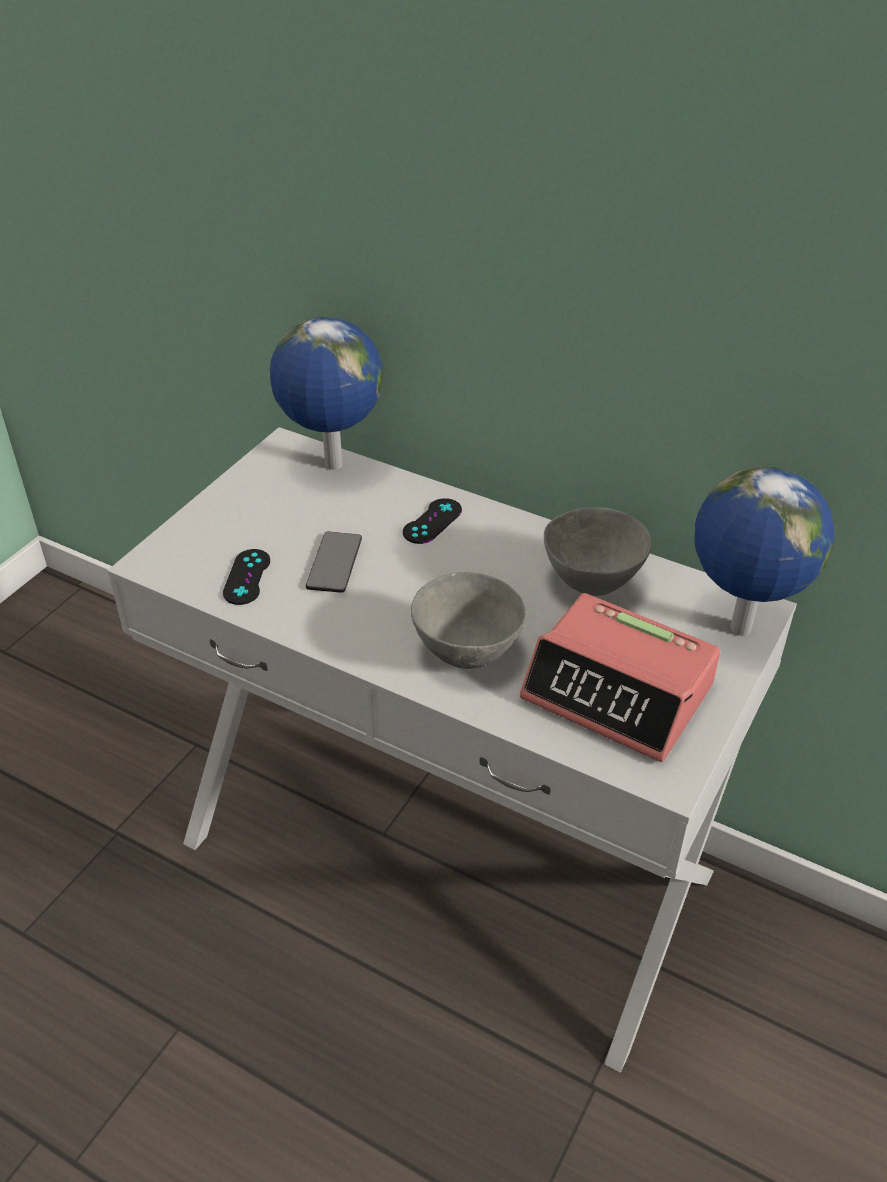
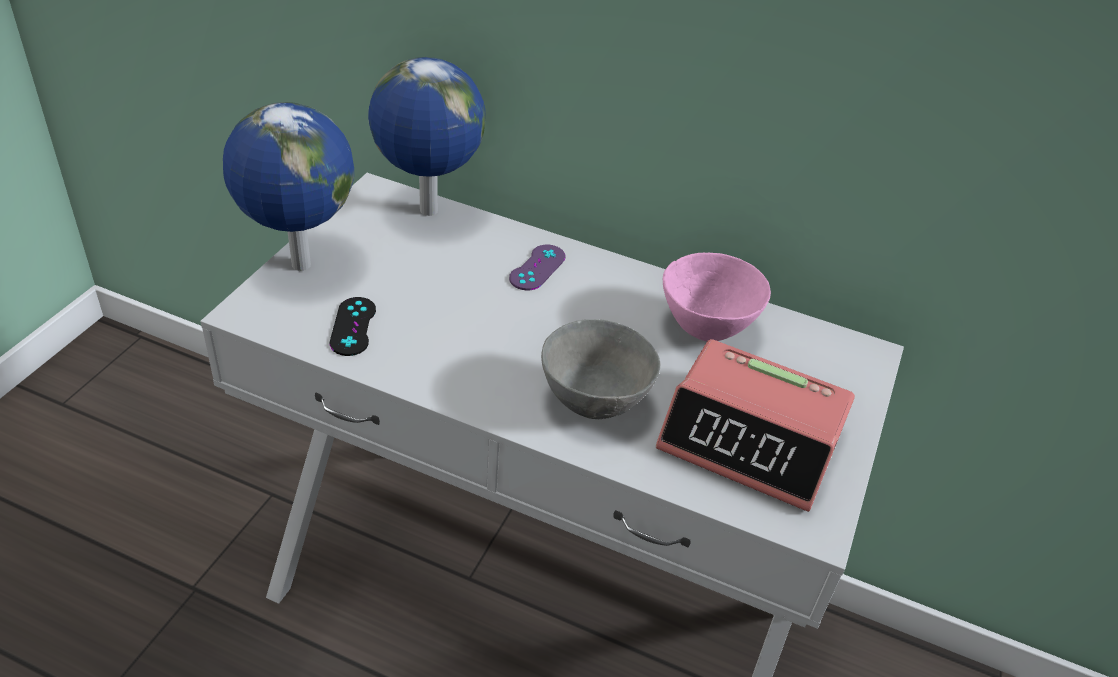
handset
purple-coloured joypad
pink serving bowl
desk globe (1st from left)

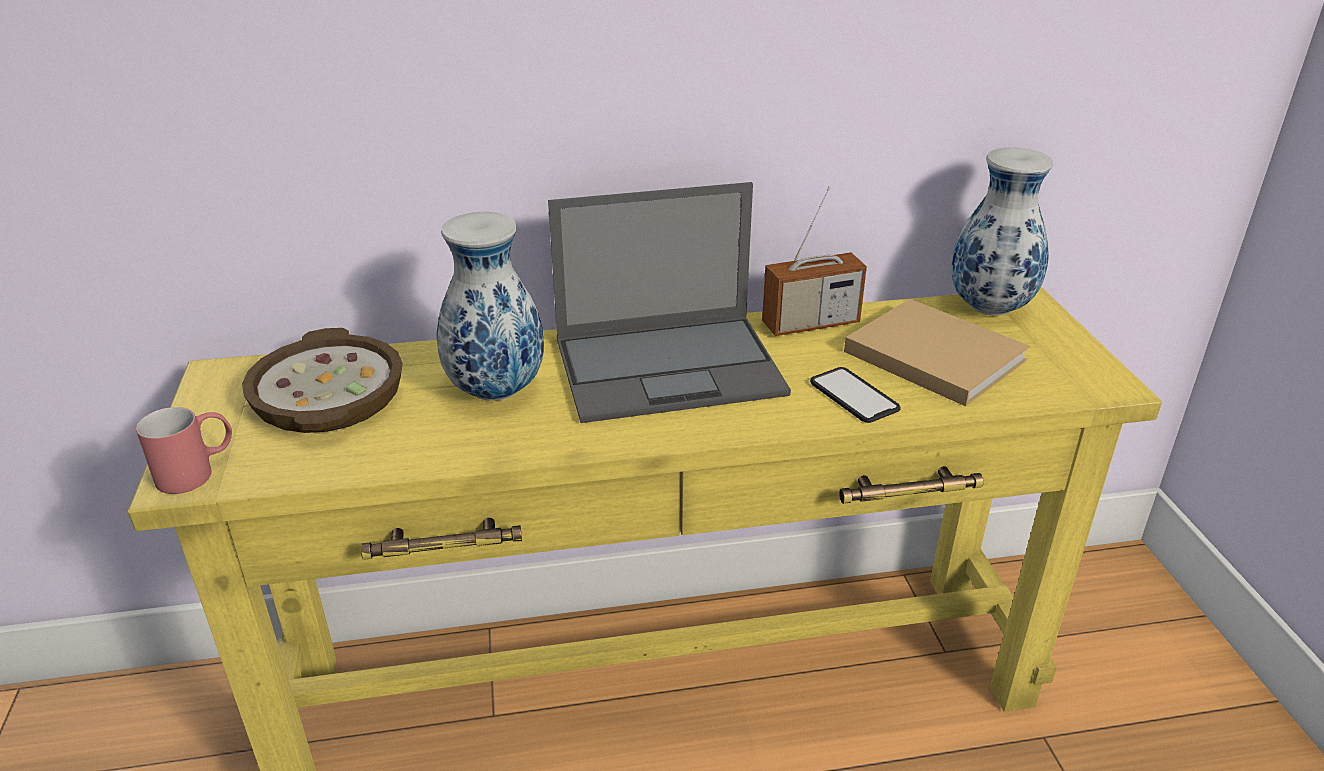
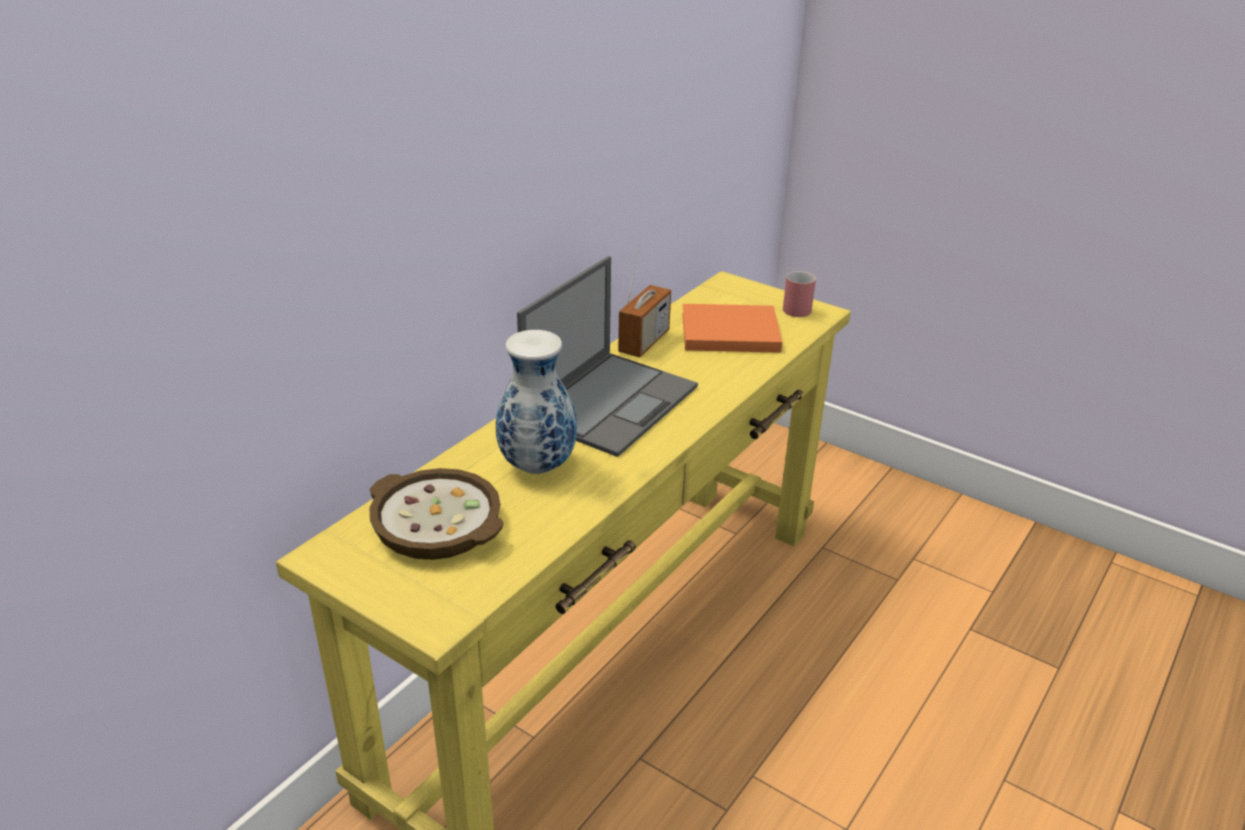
red coffee mug
handset
orange-coloured volume
decorative vase (2nd from left in the first image)

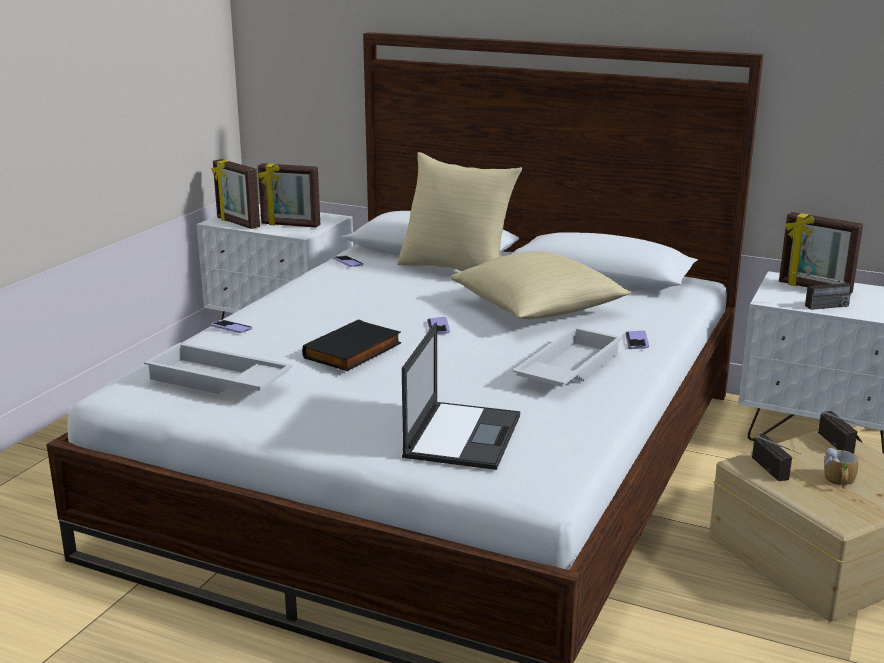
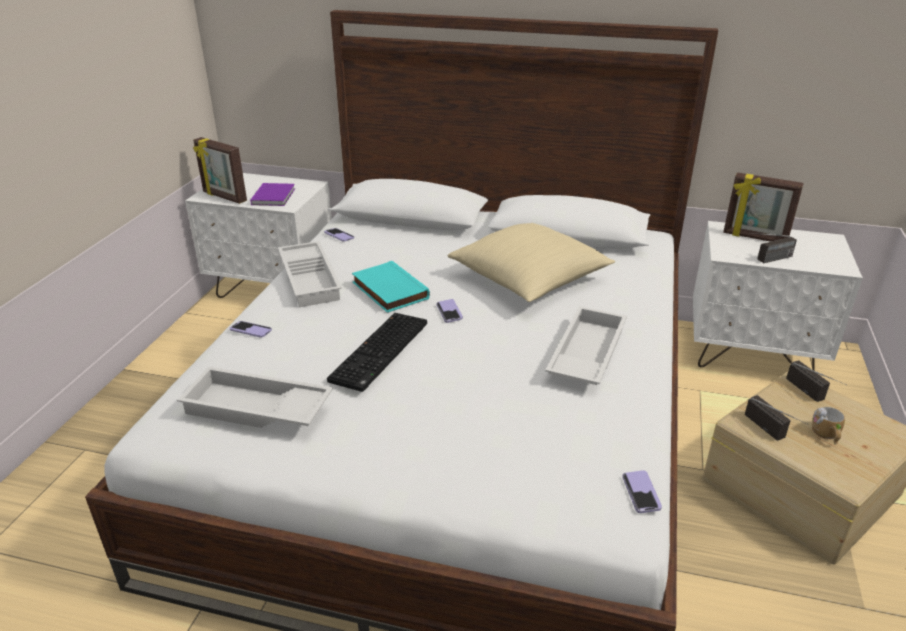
purple-coloured volume
keyboard
beige-coloured pillow (1st from left in the first image)
notebook computer
handset (4th from left)
white carrying tray (2nd from left)
turquoise volume

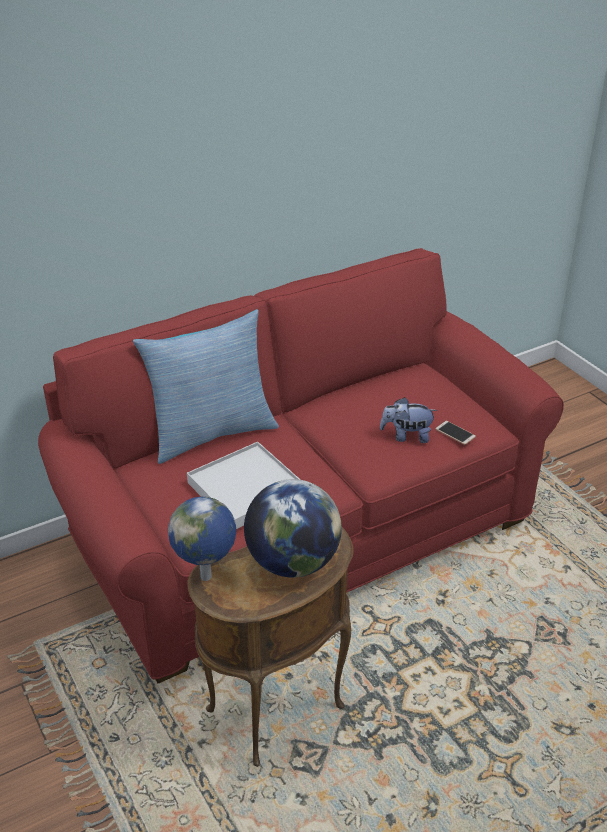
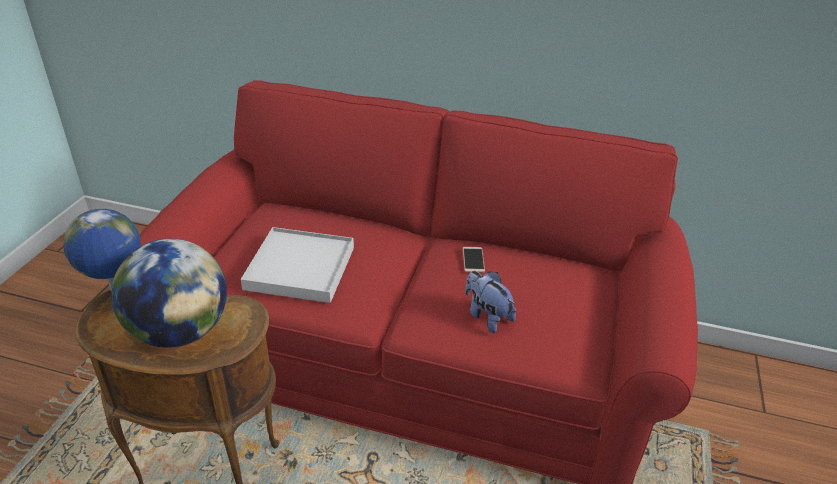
pillow
handset

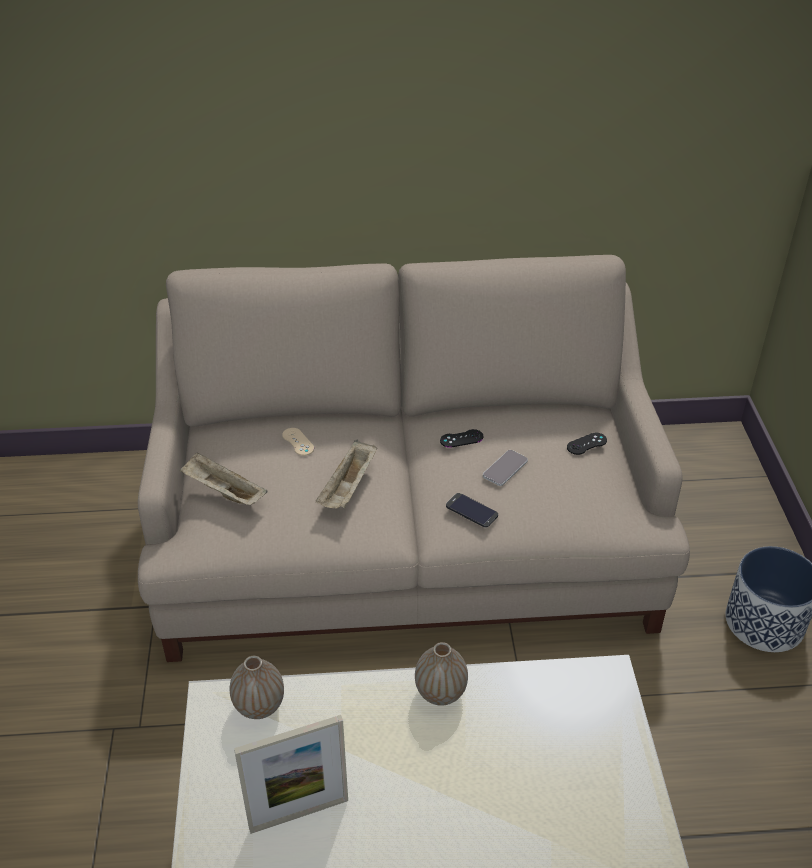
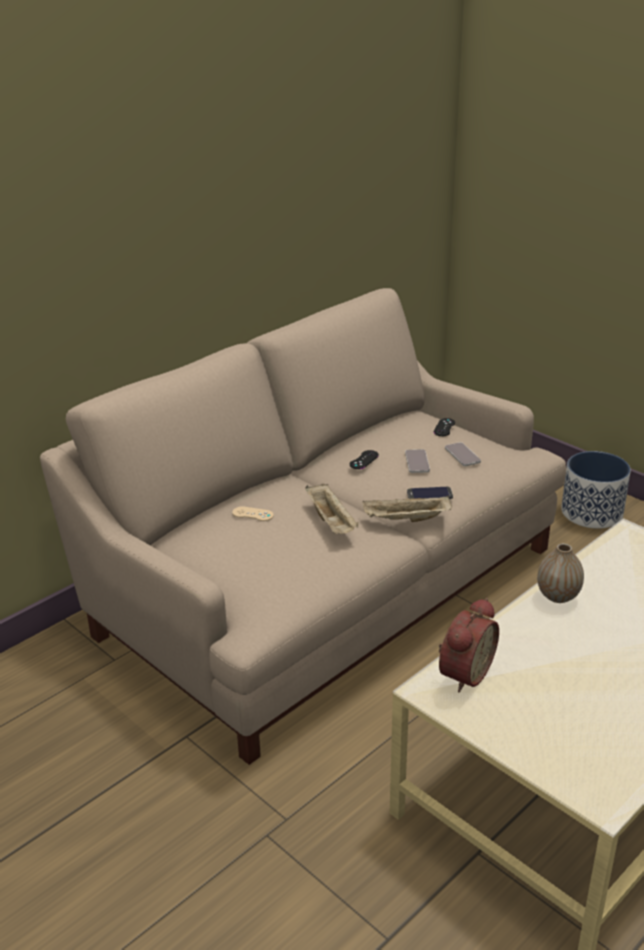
beige-coloured carrying tray (2nd from left)
table clock
standing frame
handset (3rd from left)

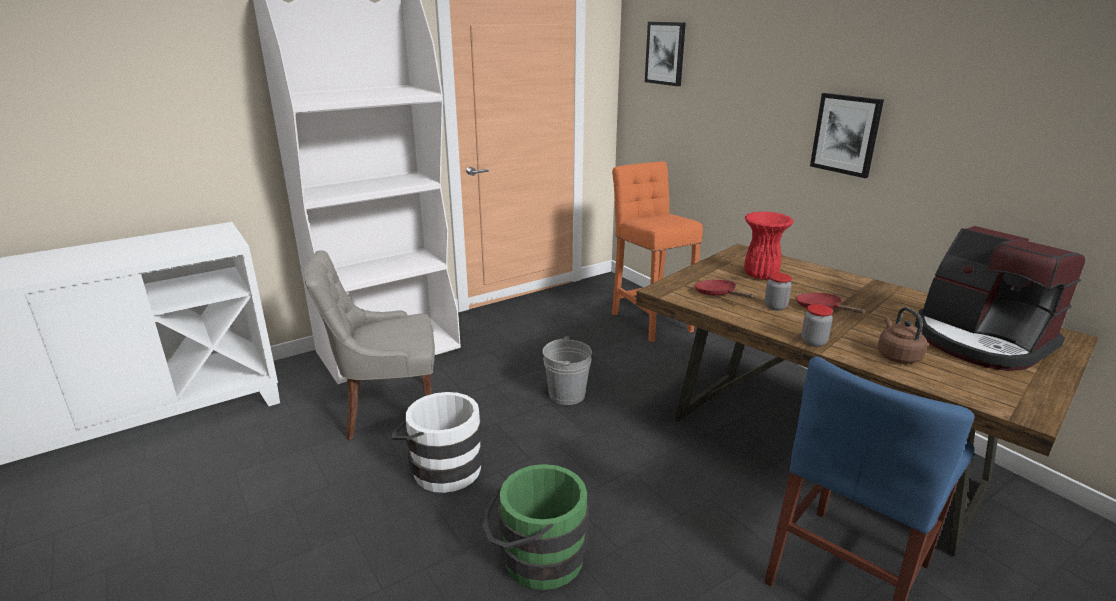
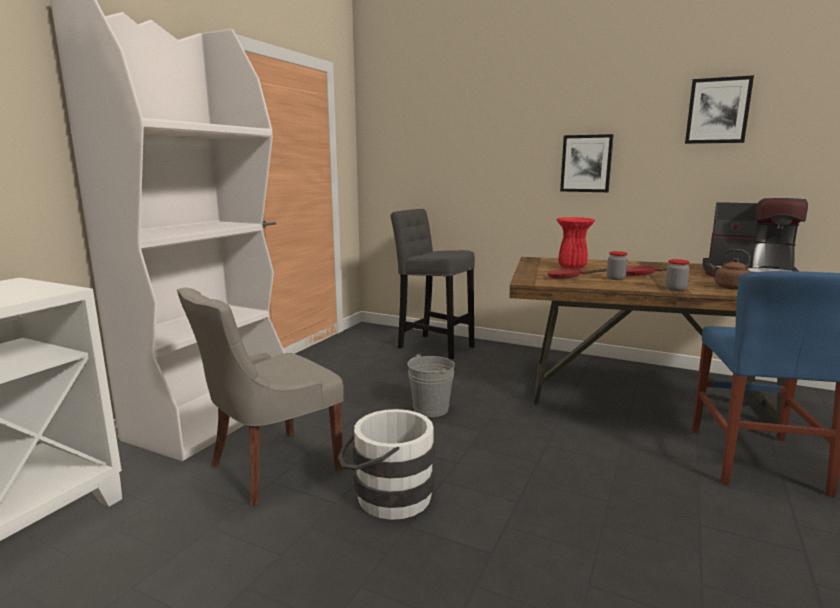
greenish pail
greyish stool
wall art (2nd from left)

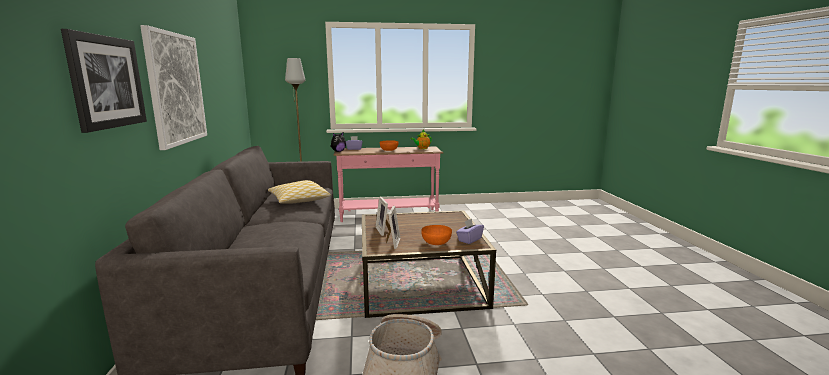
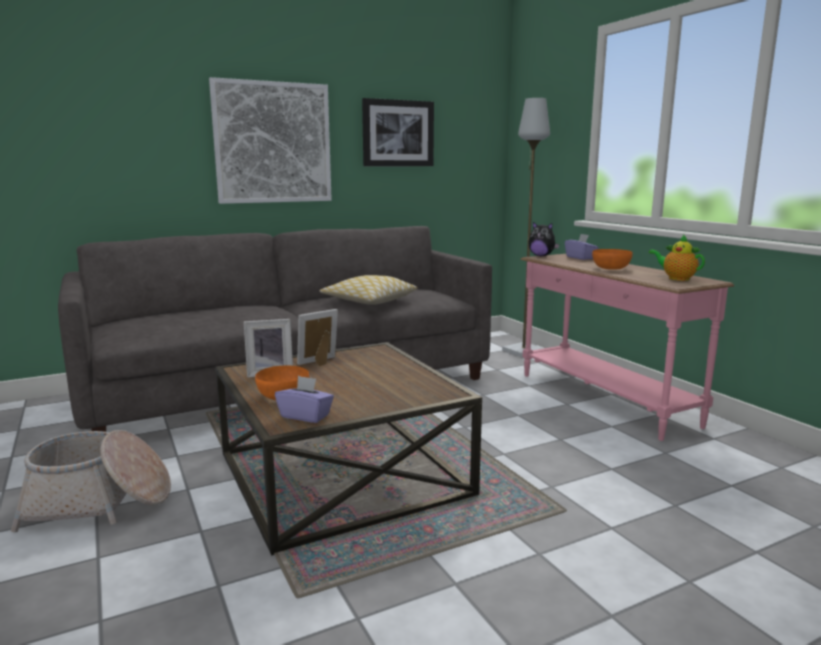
wall art (2nd from left)

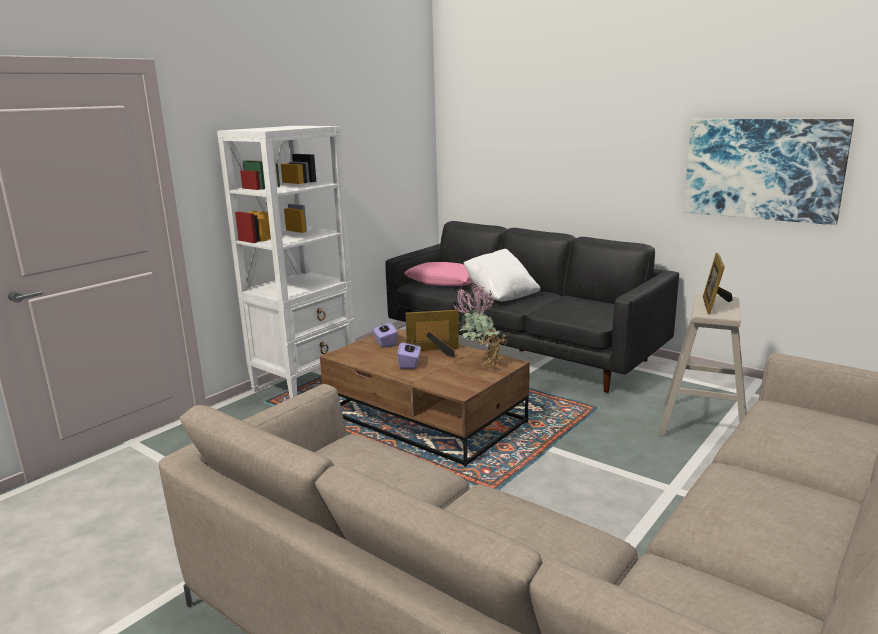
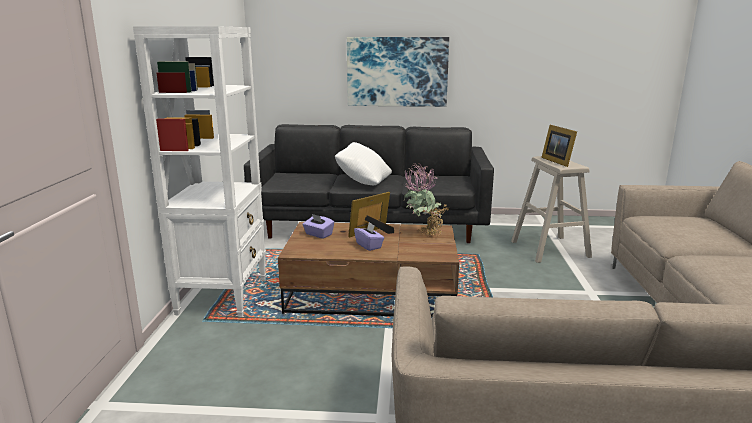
pink pillow
wall art

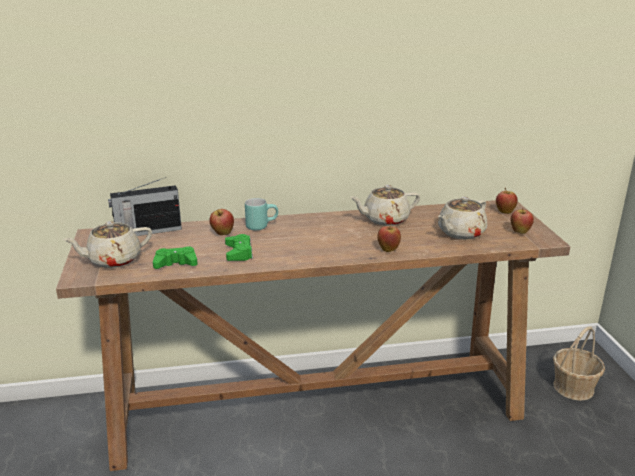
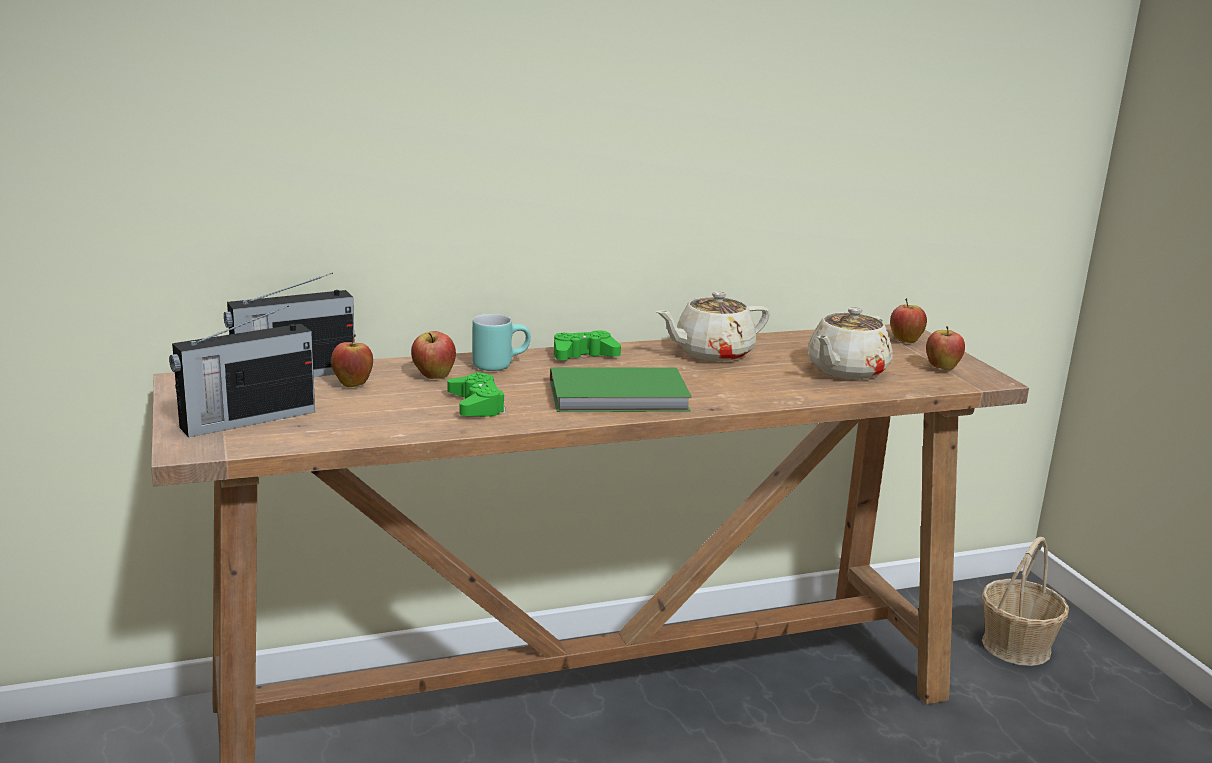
radio set (1st from left)
greenish joypad (2nd from left)
whole apple (1st from left)
greenish volume

